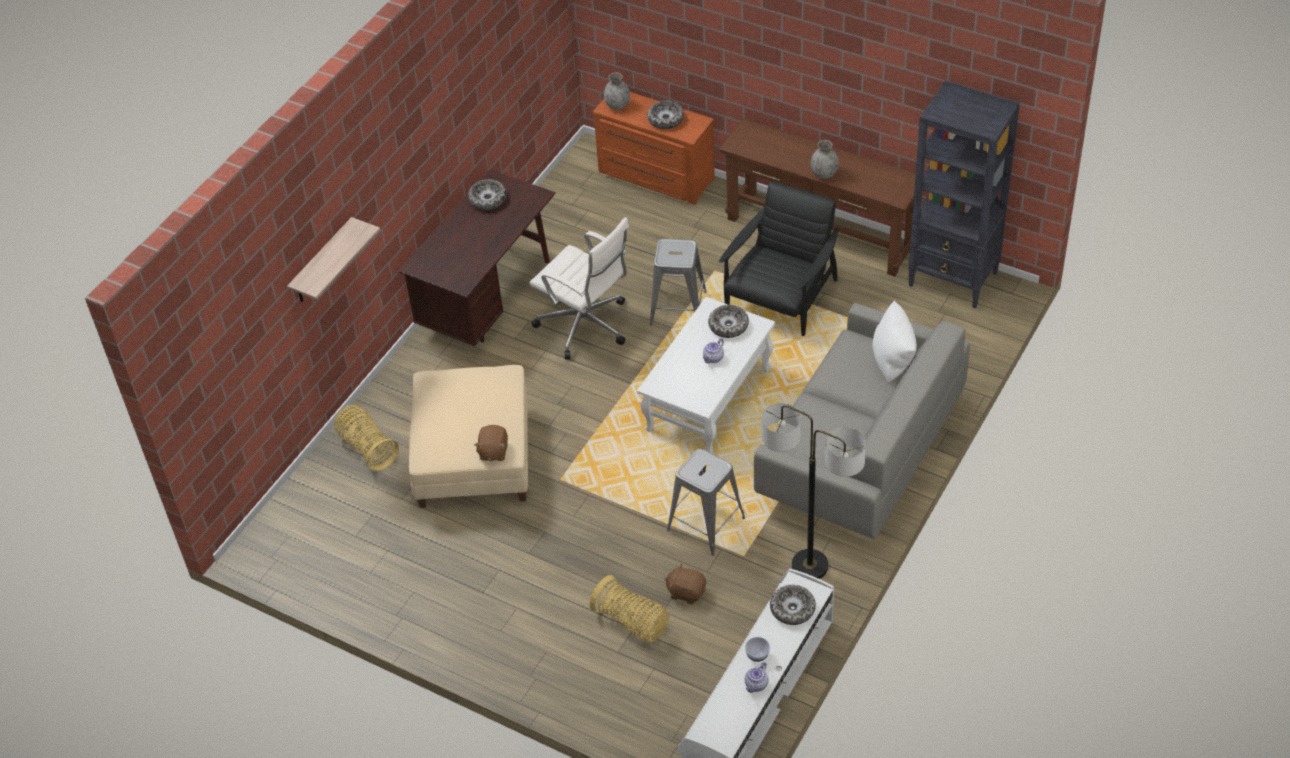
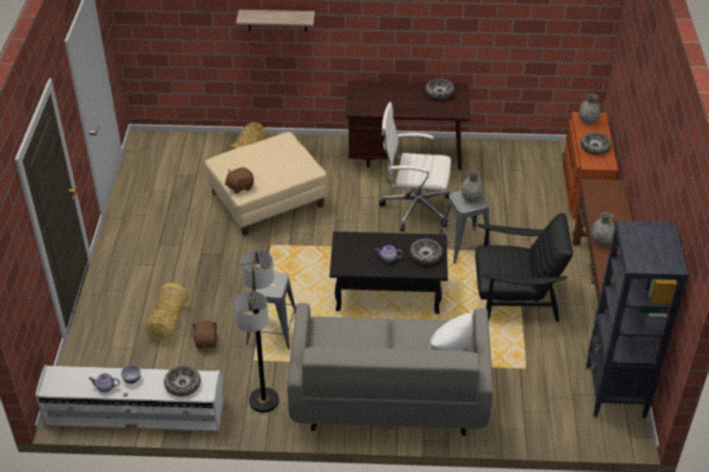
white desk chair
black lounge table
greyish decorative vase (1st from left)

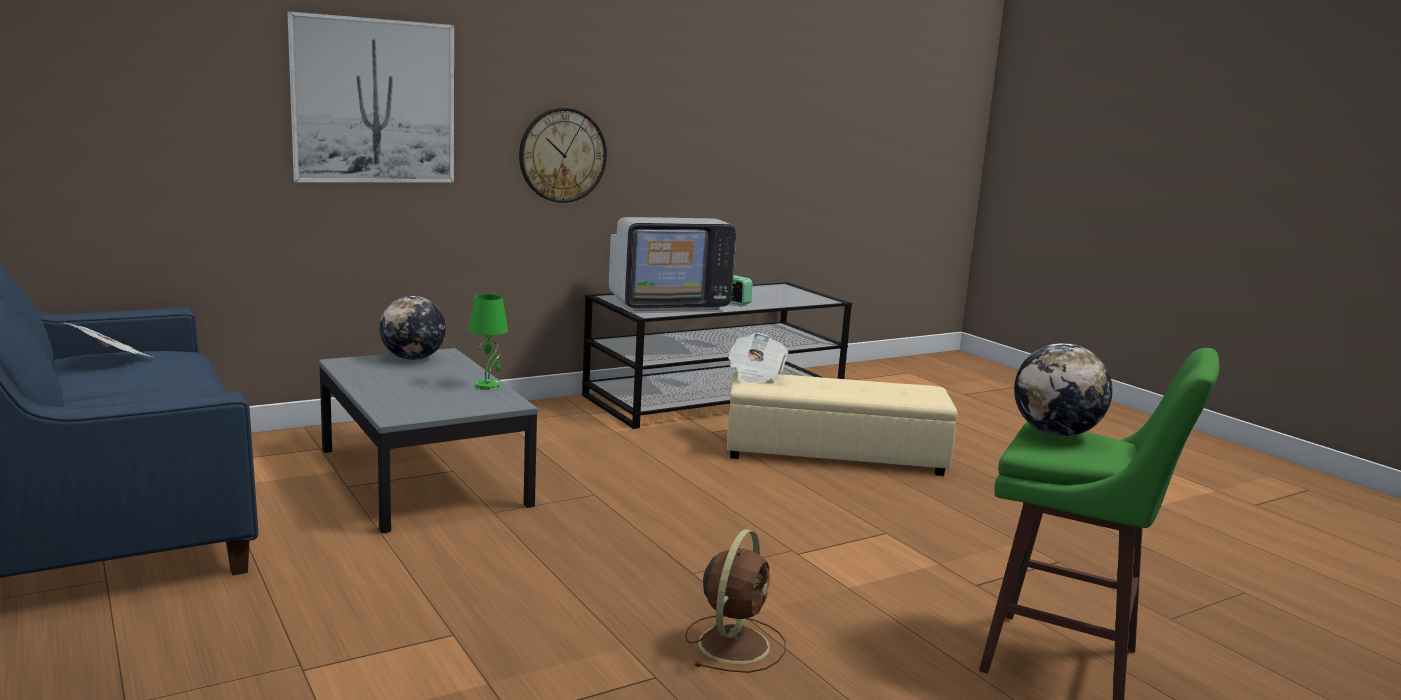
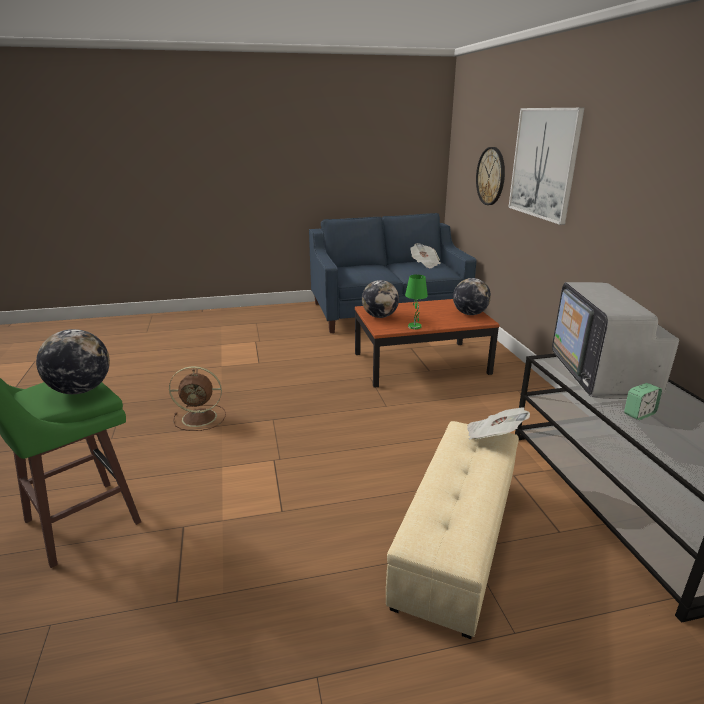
brown-coloured lounge table
wall clock
brown-coloured fan
desk globe (2nd from left)

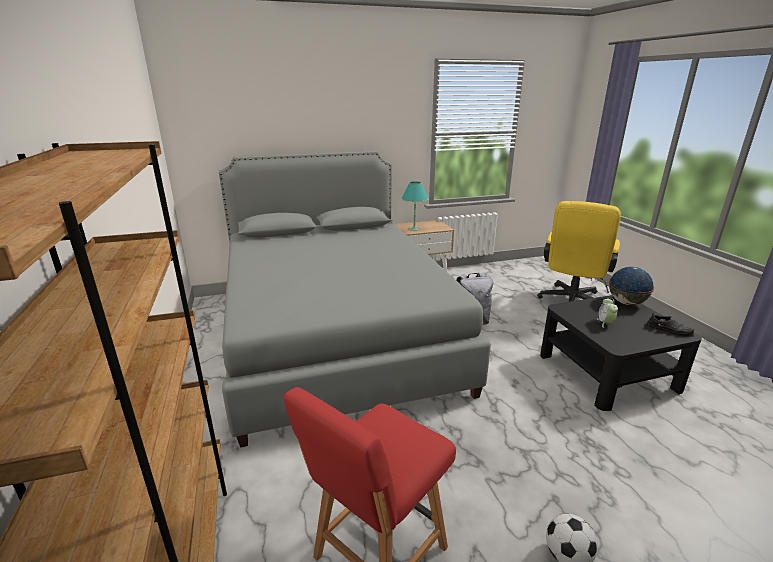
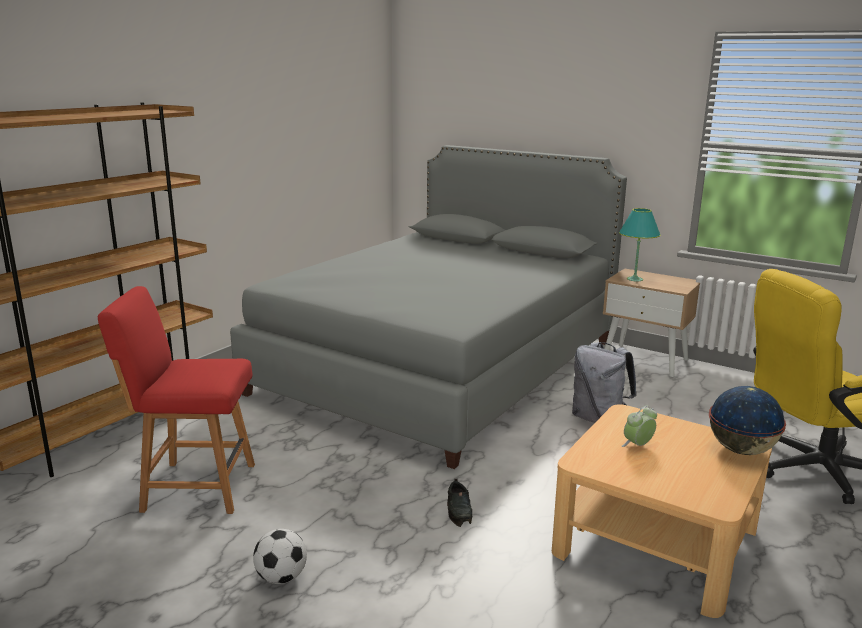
beige-coloured lounge table
black item of footwear

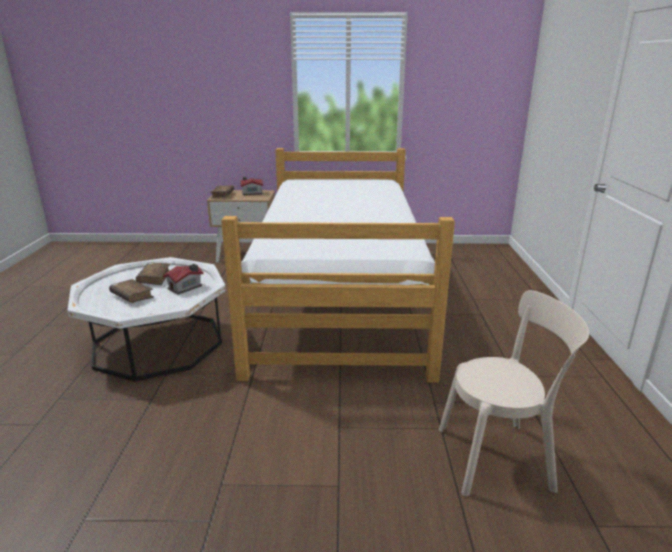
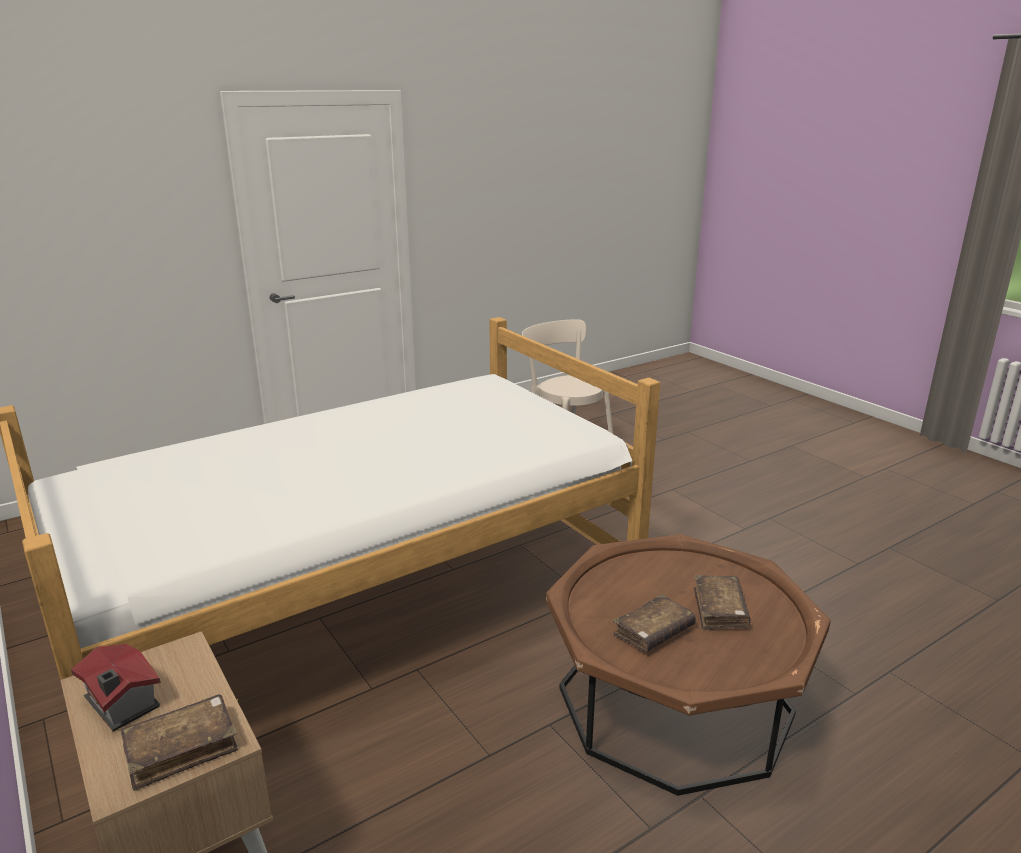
brown-coloured lounge table
model house (1st from left in the first image)

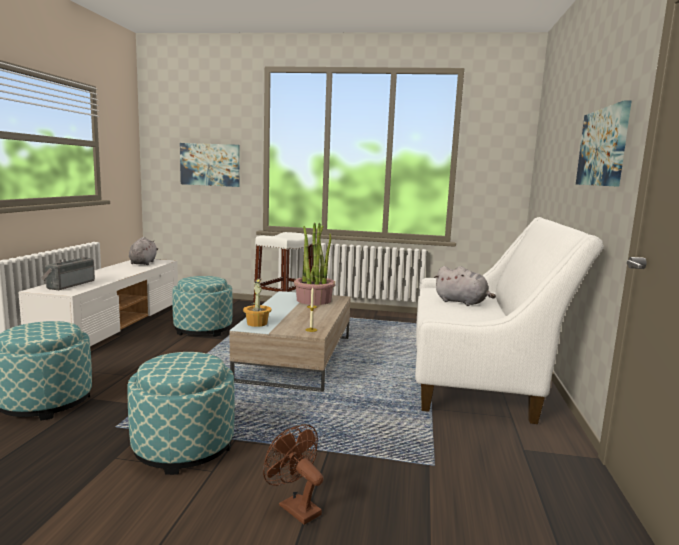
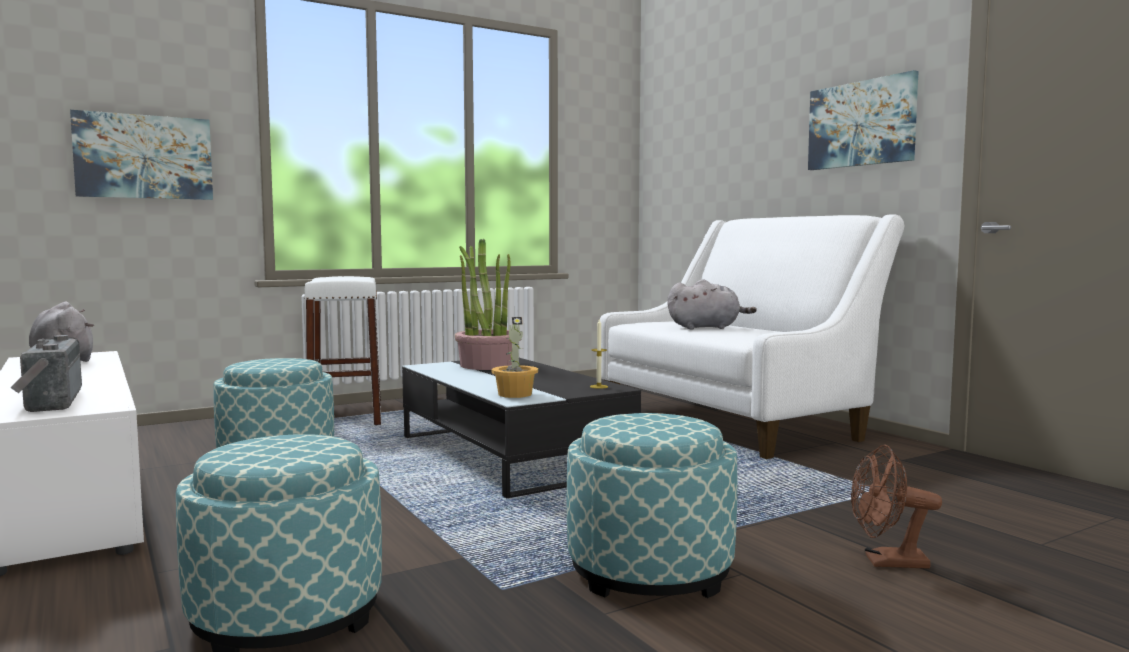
black lounge table

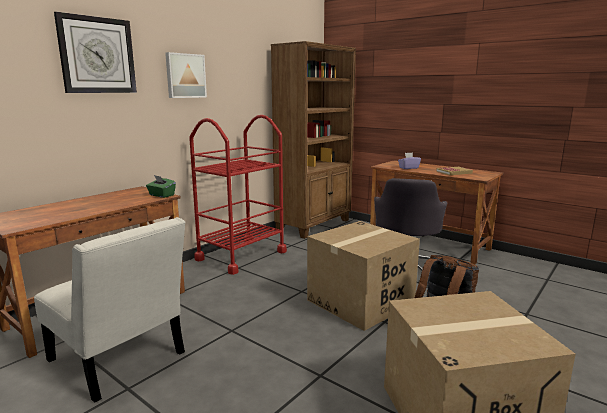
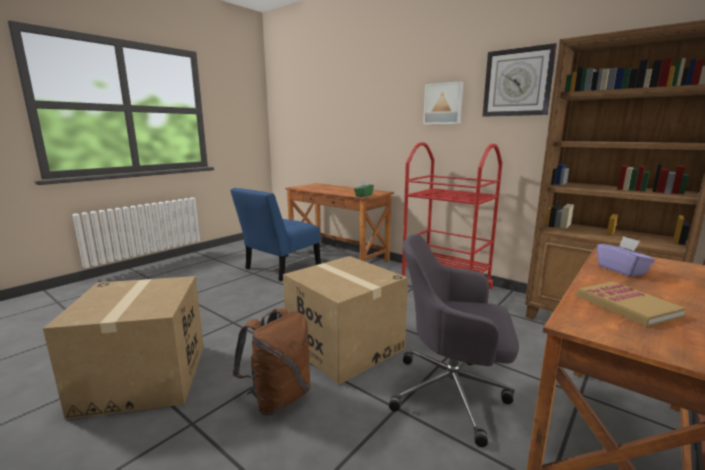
blue chair
wall clock

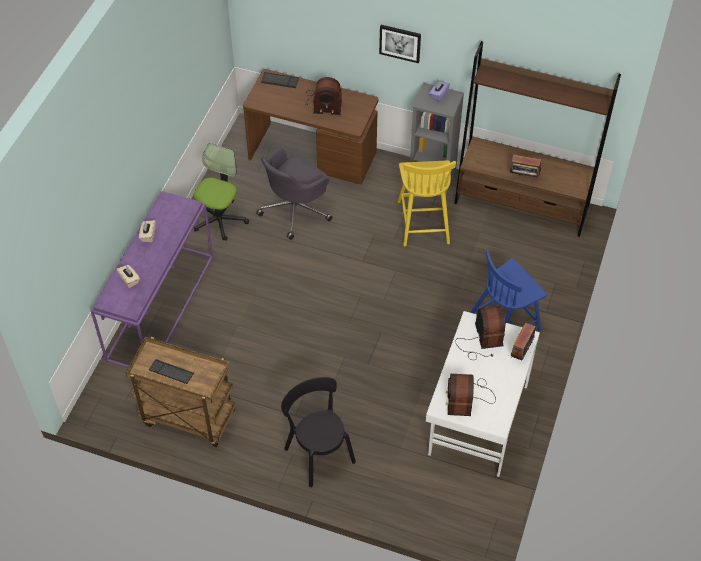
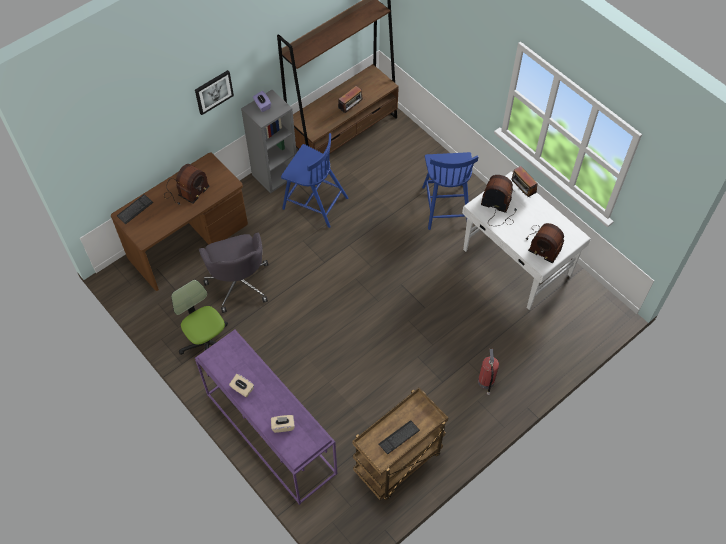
fire extinguisher
blue chair (1st from left)

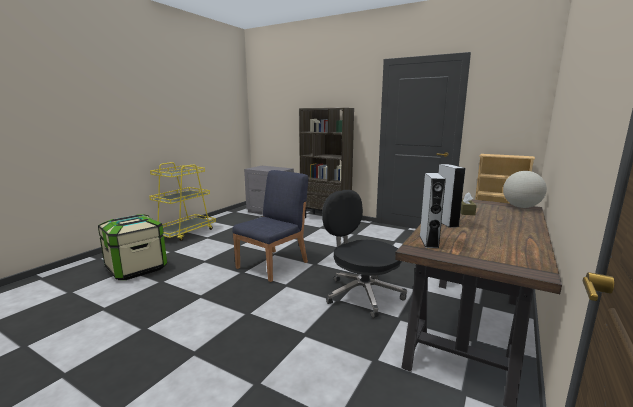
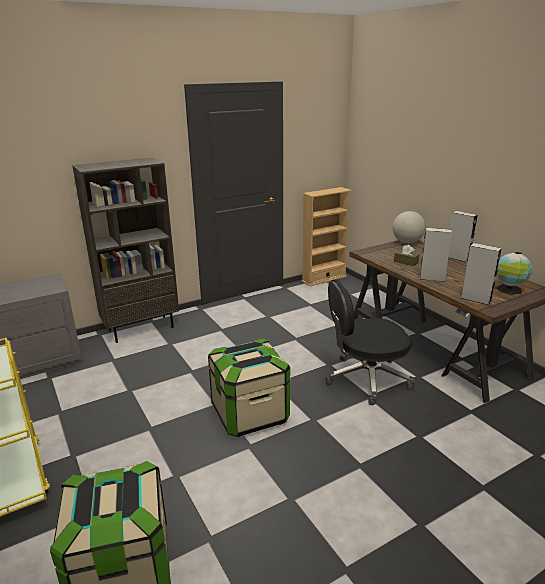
storage container (2nd from left)
greyish loudspeaker (2nd from left)
desk globe (2nd from left)

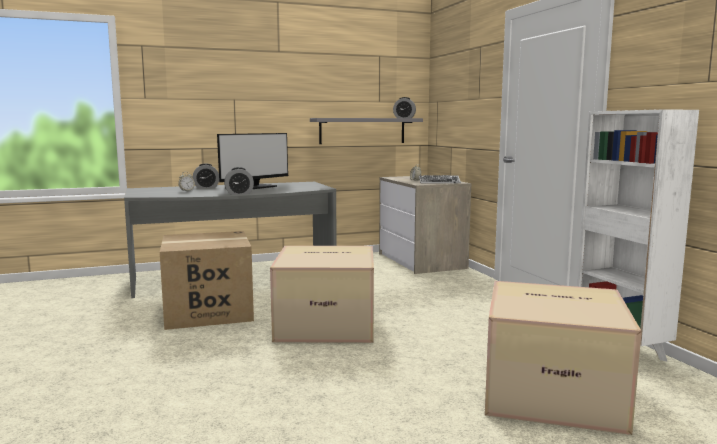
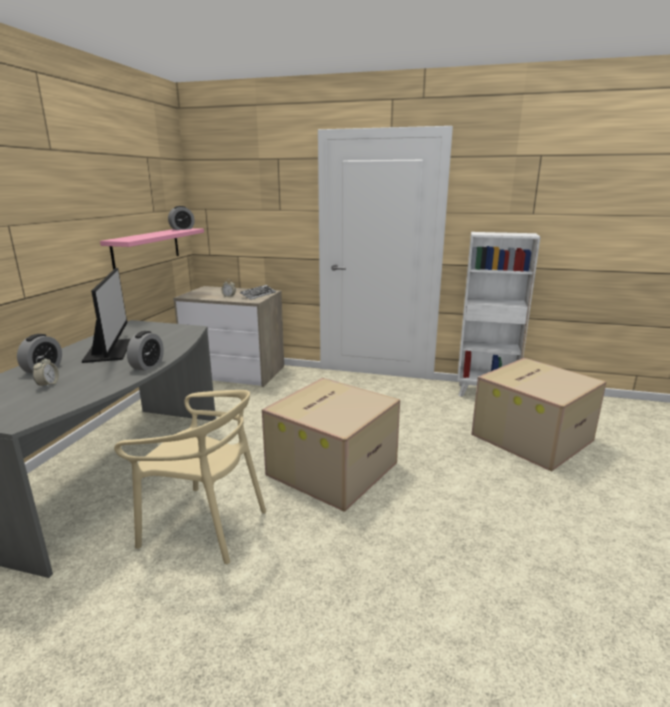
beige-coloured chair
pink shelf

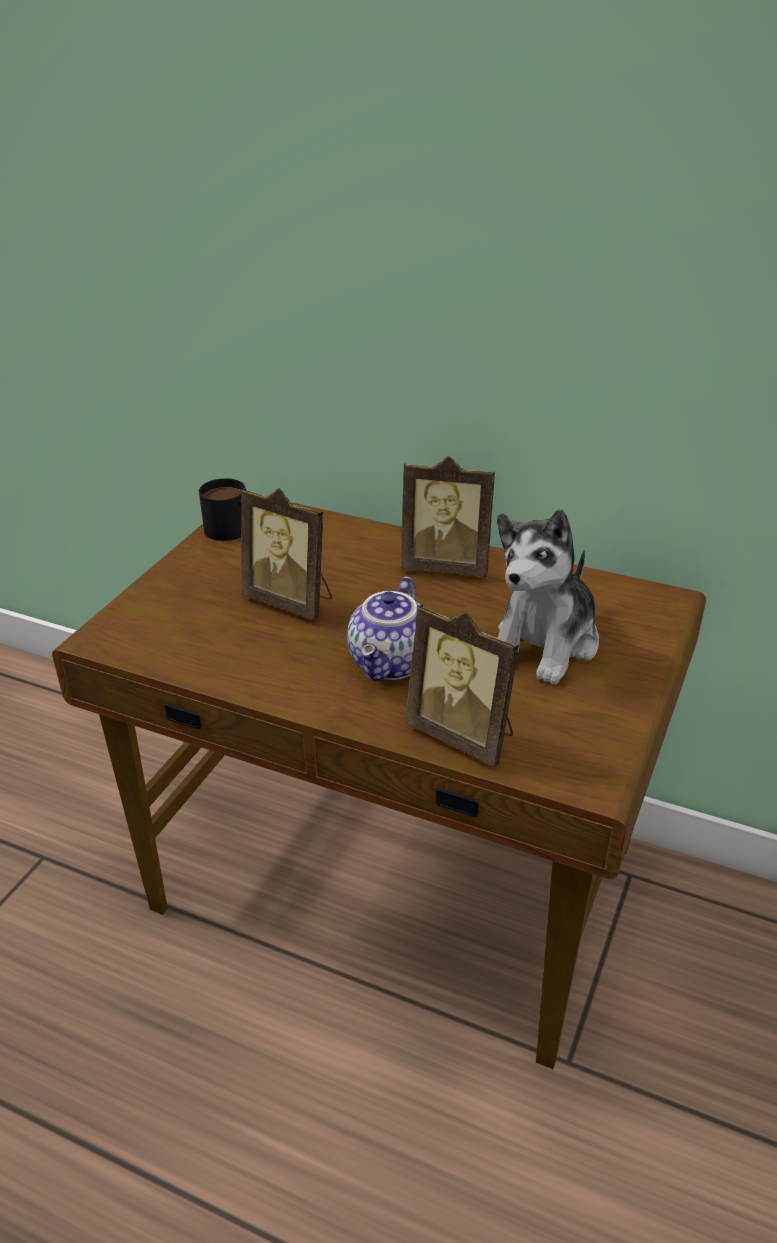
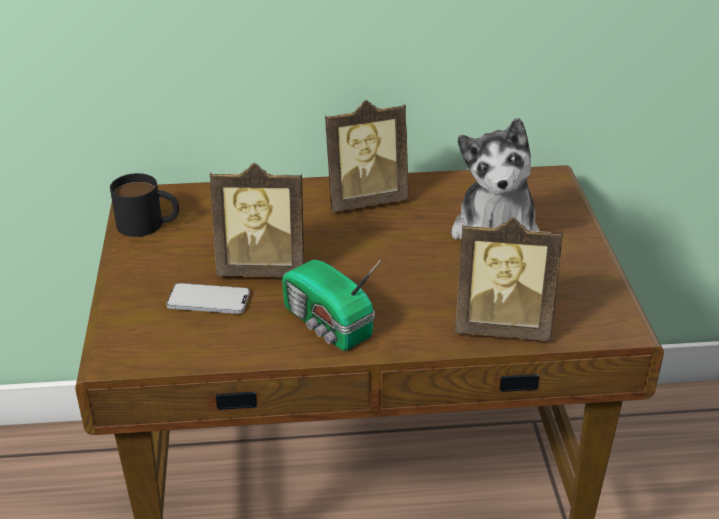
pot for tea
handset
radio set

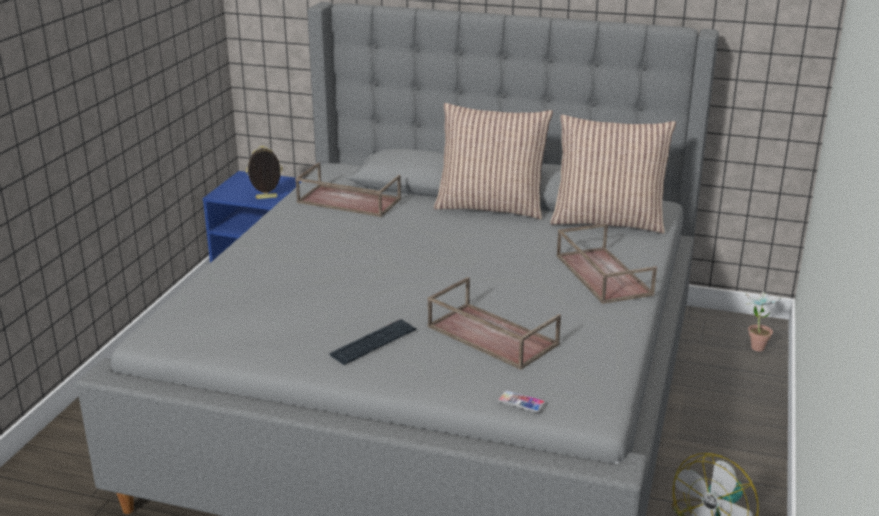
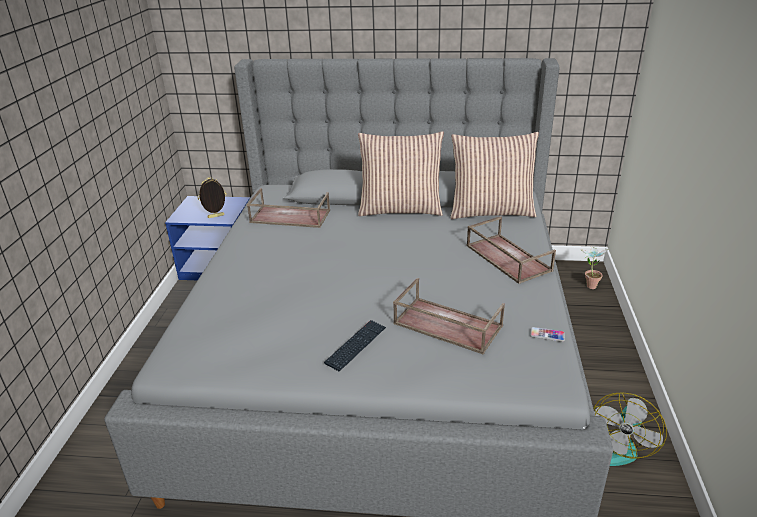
handset

